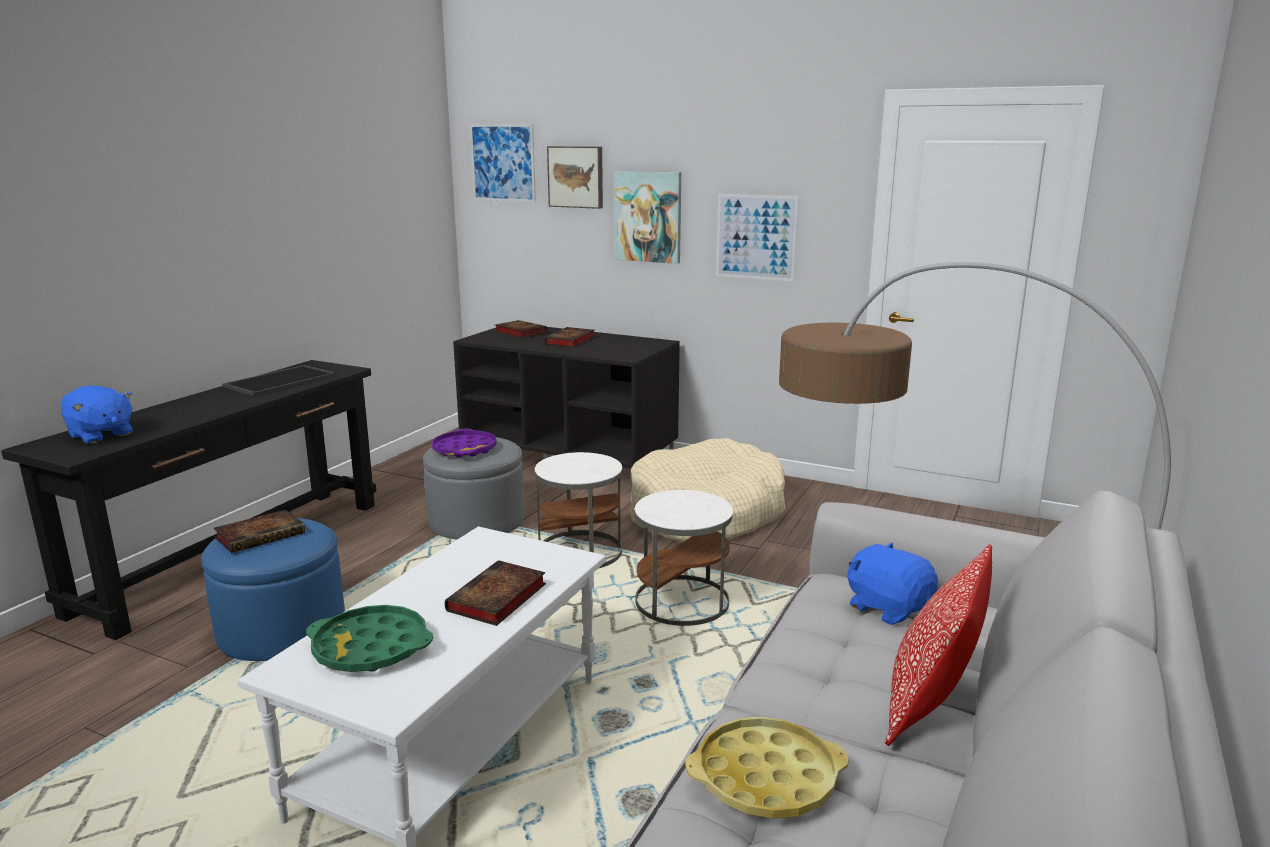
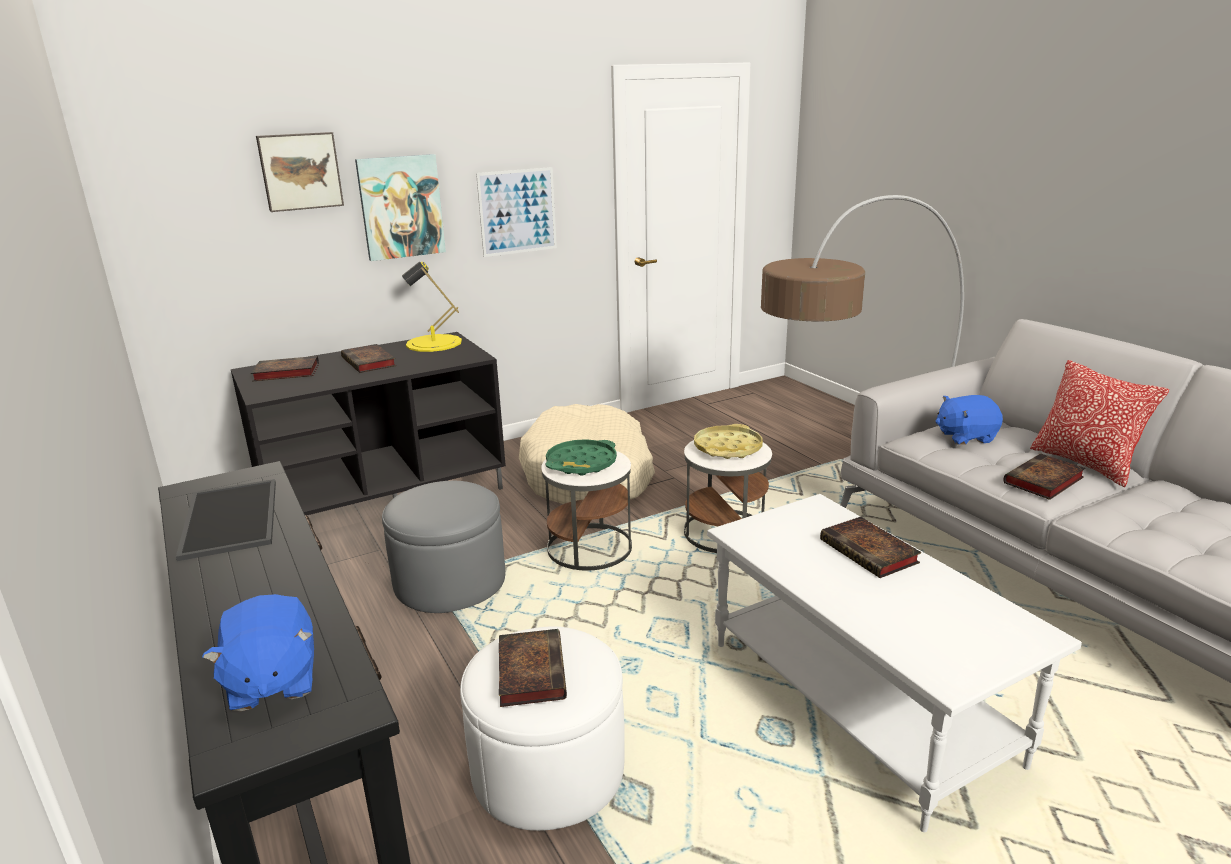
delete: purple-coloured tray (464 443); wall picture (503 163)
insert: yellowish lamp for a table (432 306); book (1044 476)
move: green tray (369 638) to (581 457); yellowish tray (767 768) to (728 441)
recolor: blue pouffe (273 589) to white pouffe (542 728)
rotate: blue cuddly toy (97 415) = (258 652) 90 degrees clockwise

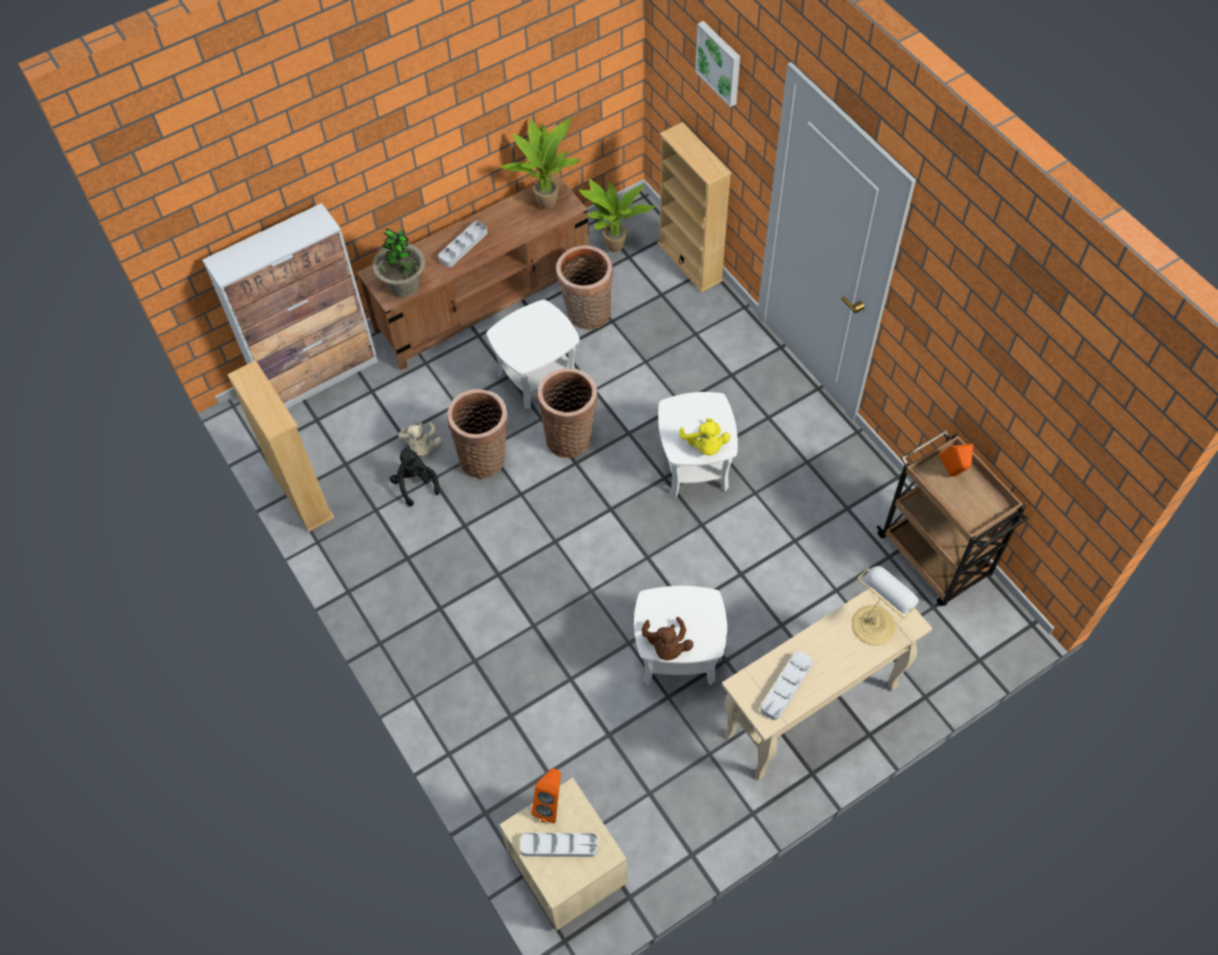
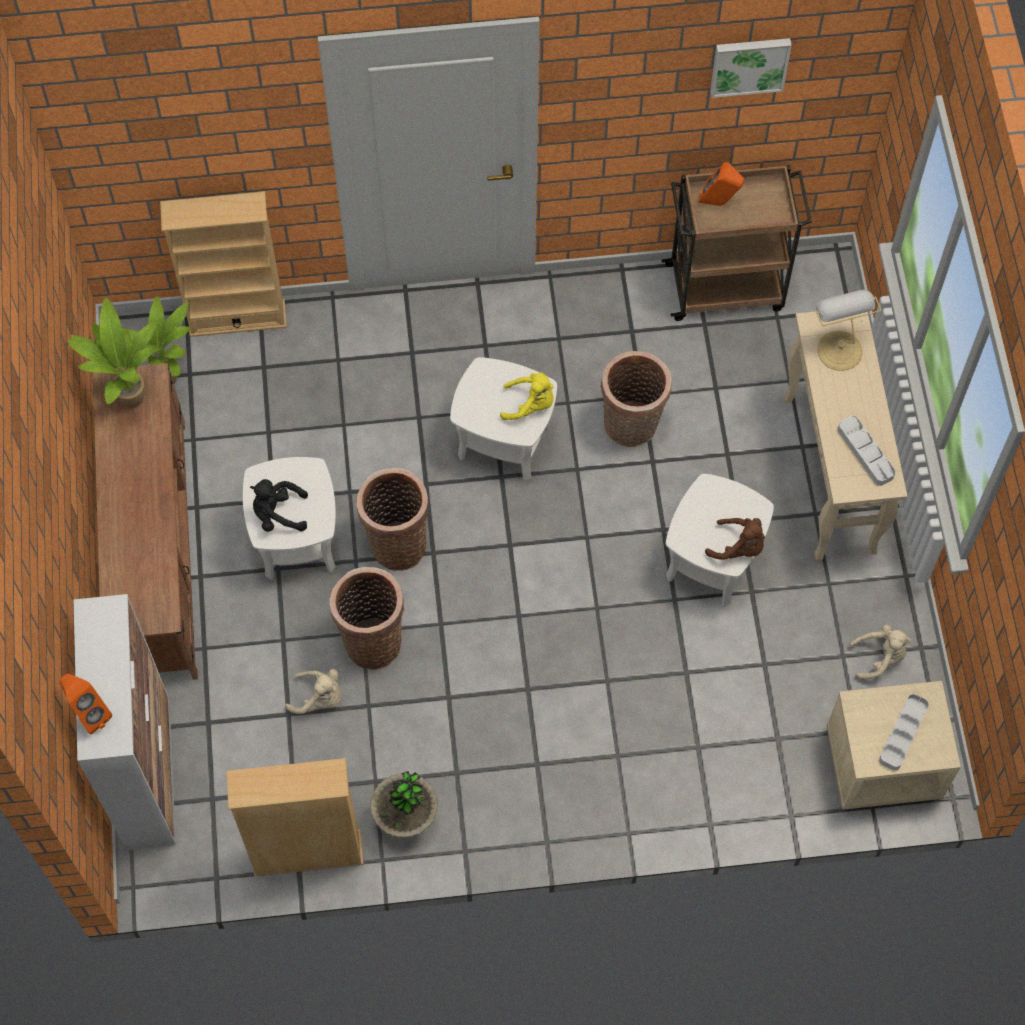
delete: greyish tray (462 244)
insert: sand-coloured cuddly toy (880 651)
move: potted plant (398 262) to (404 804); blackish cuddly toy (415 477) to (279 505); orange loudspeaker (546 795) to (86 704); household basket (584 287) to (636 399); wall picture (717 64) to (751 68)

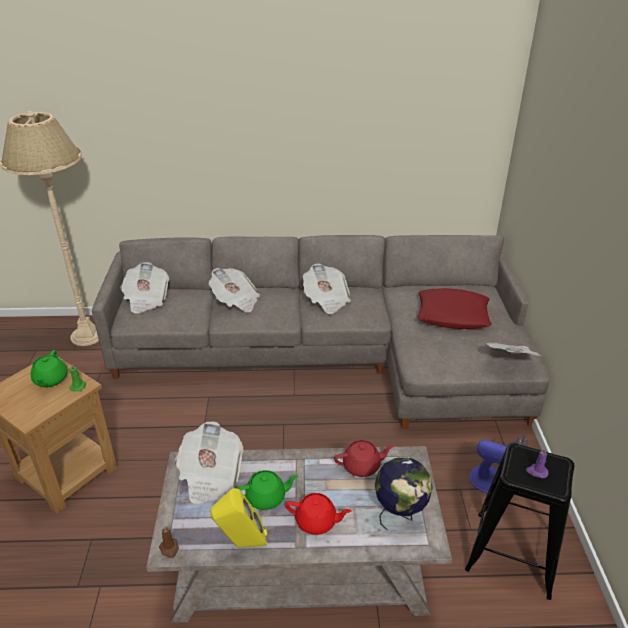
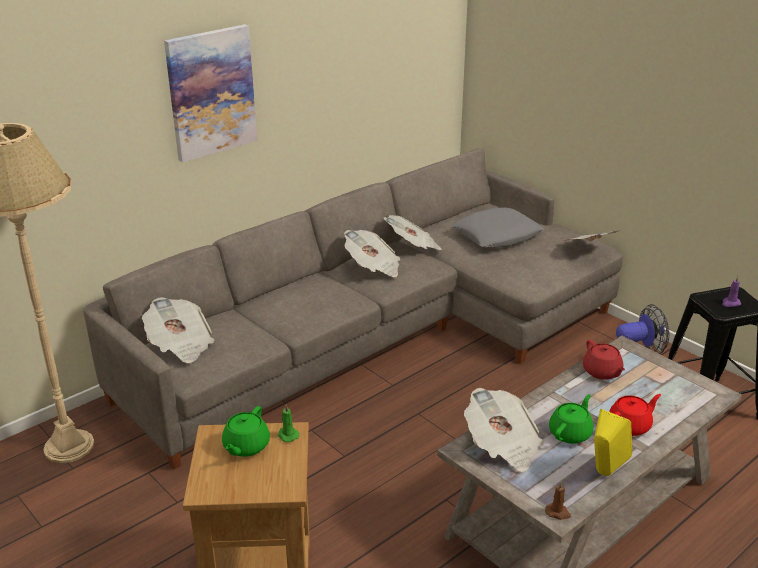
delete: globe (404 494)
insert: wall picture (210 93)
move: newspaper (234 290) to (413 232)
recolor: red-coloured throw pillow (454 308) to greyish throw pillow (497 227)
rotate: green tea pot (49 368) = (246 431) 60 degrees clockwise; red-coloured tea pot (364 458) = (604 360) 120 degrees clockwise

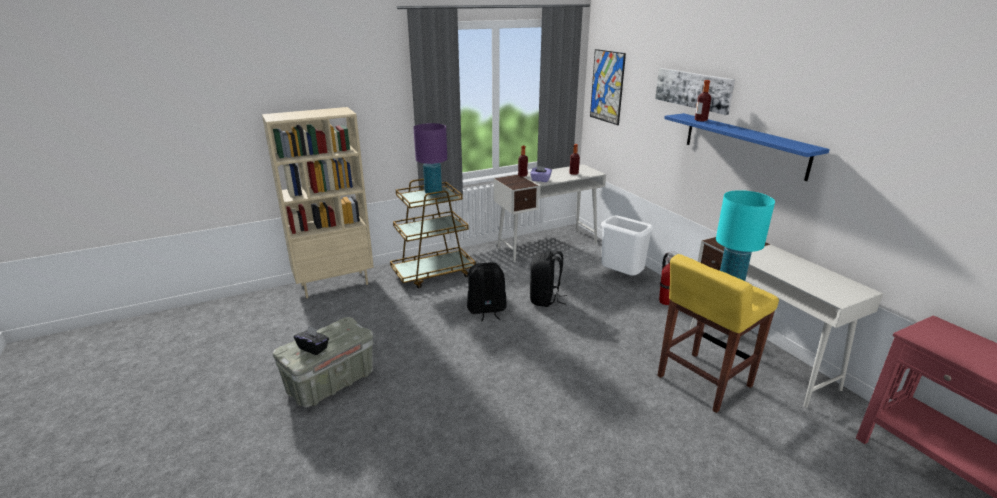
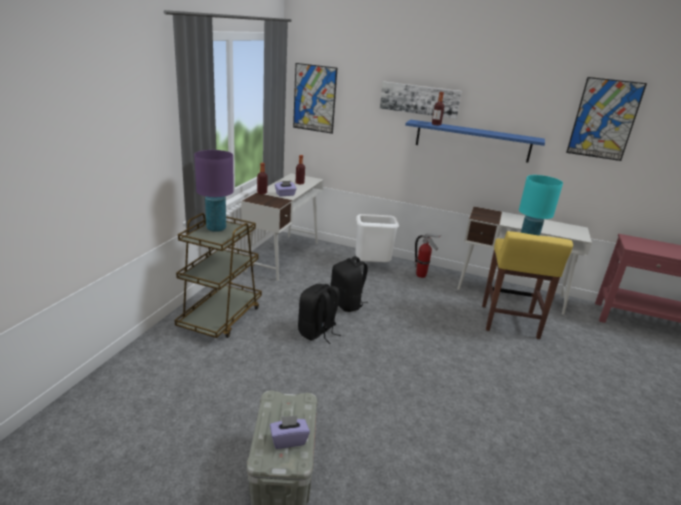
delete: sand-coloured bookshelf (318 202)
insert: wall picture (606 119)
recolor: blackish box of tissues (311 340) to purple-coloured box of tissues (290 432)

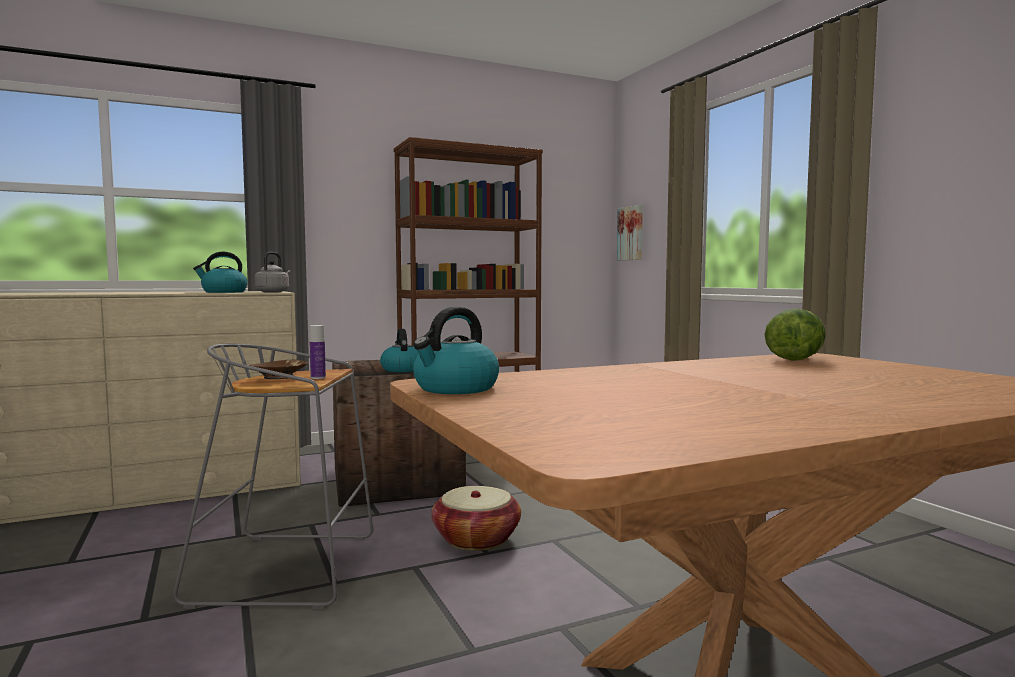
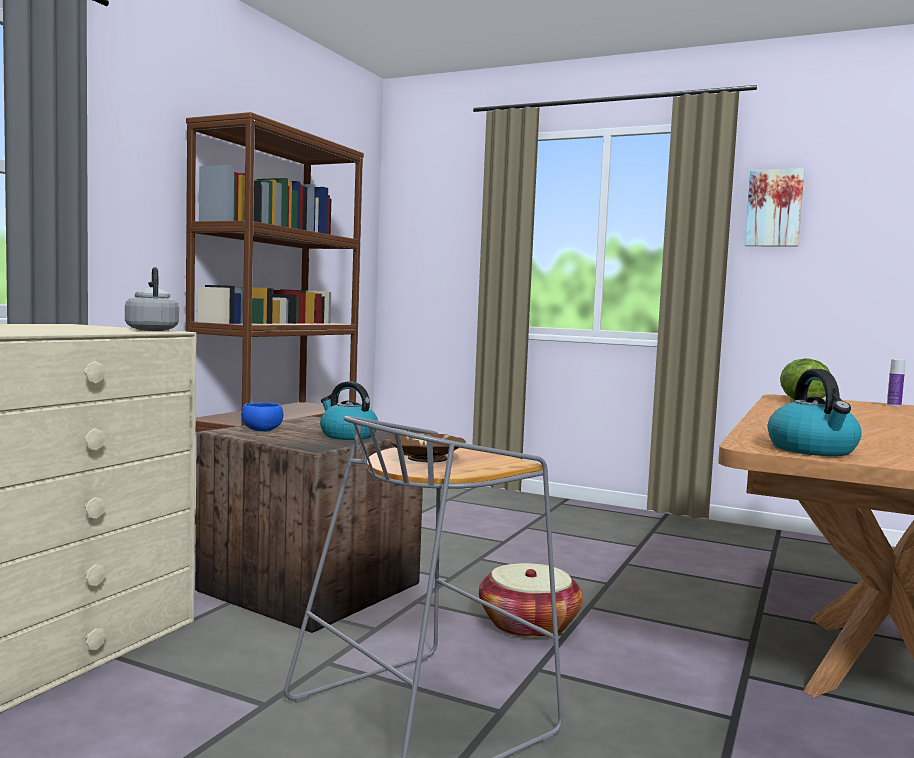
delete: water kettle (220 272)
insert: blue bowl (262 417)
move: bottle (317 352) to (896 383); wall picture (630 233) to (774 207)

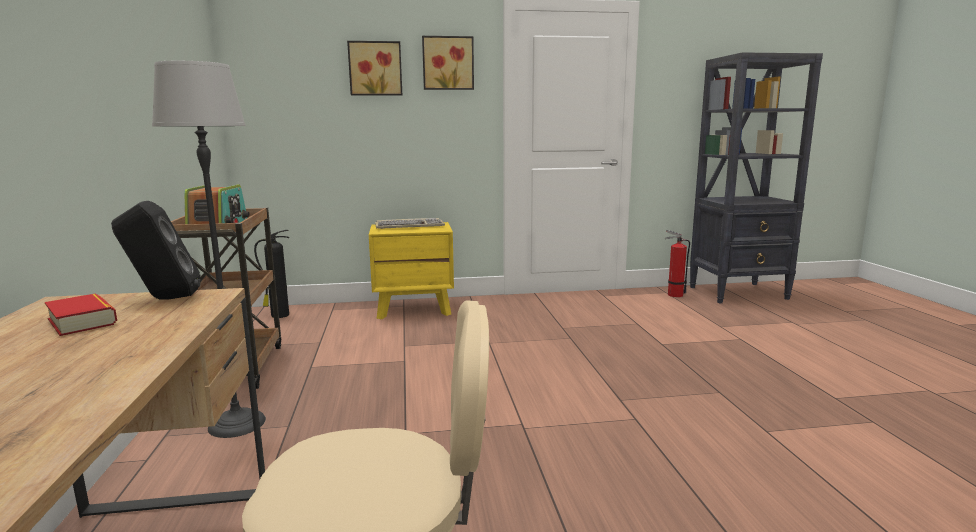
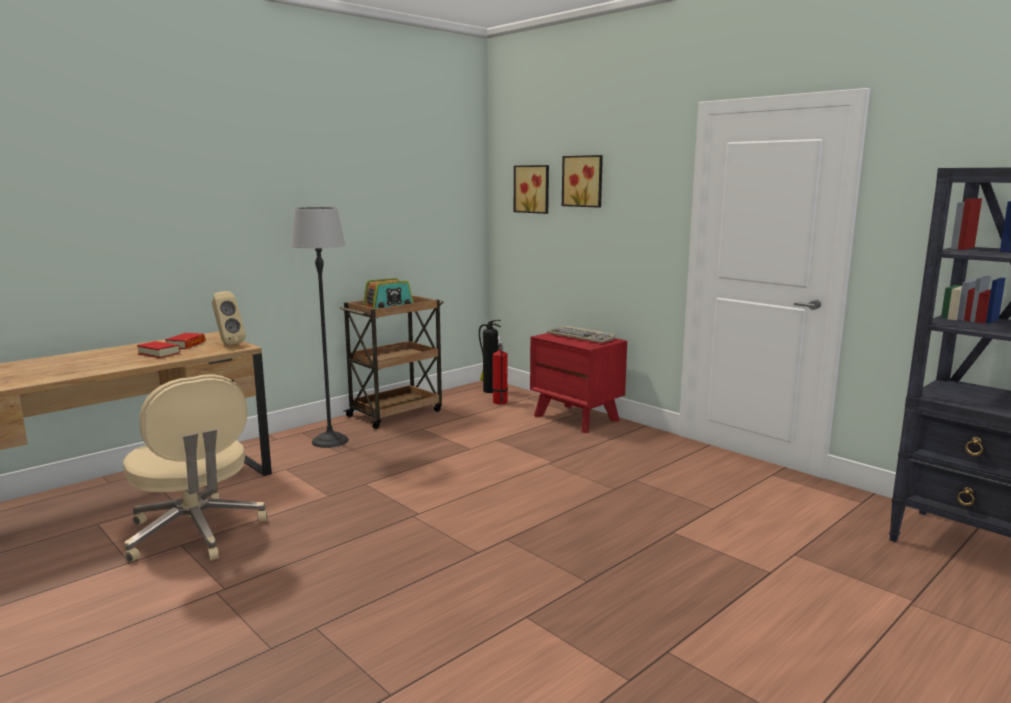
insert: book (158 349)
move: wall picture (448 63) to (531 189); fire extinguisher (677 263) to (500 370)
recolor: blackish loudspeaker (156 250) to sand-coloured loudspeaker (229 318); yellowish nightstand (411 270) to red-coloured nightstand (578 383)

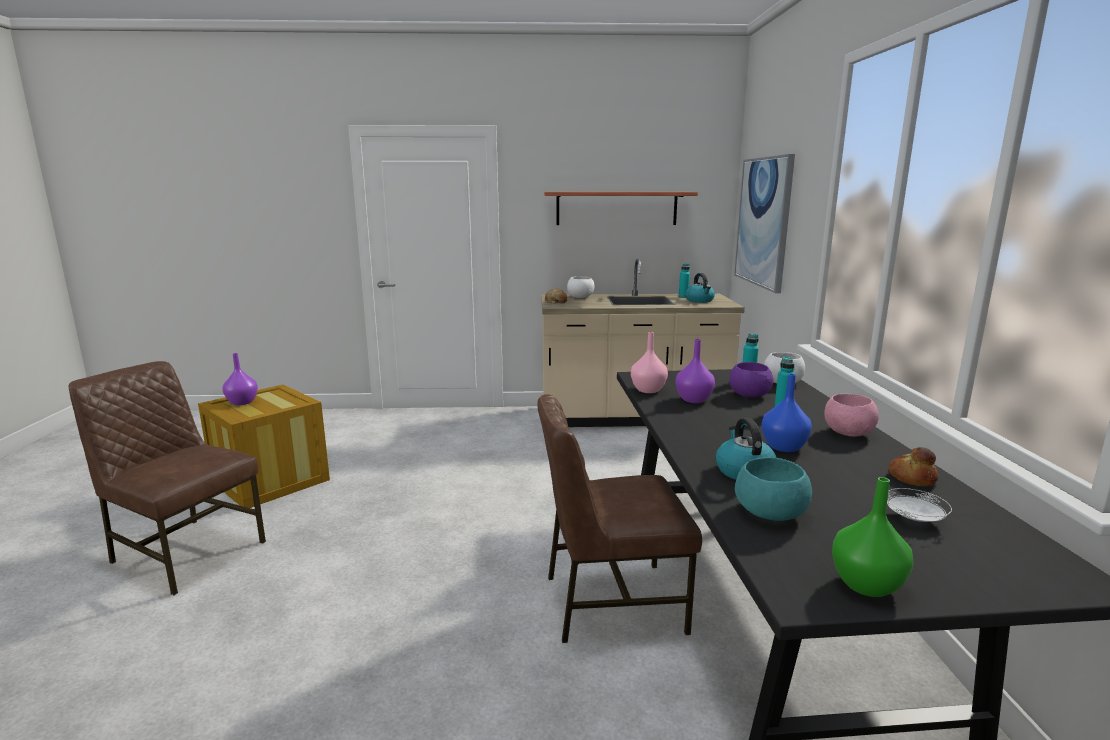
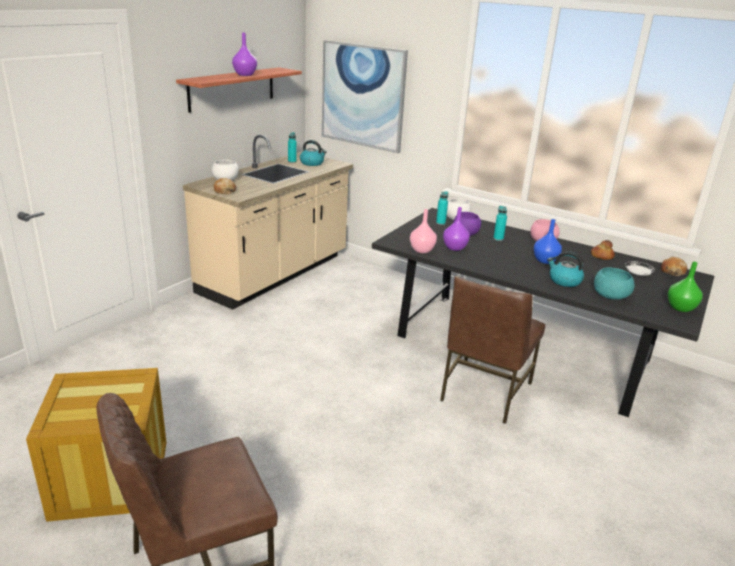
insert: bread (674 266)
move: purple-coloured vase (240 379) to (244 54)

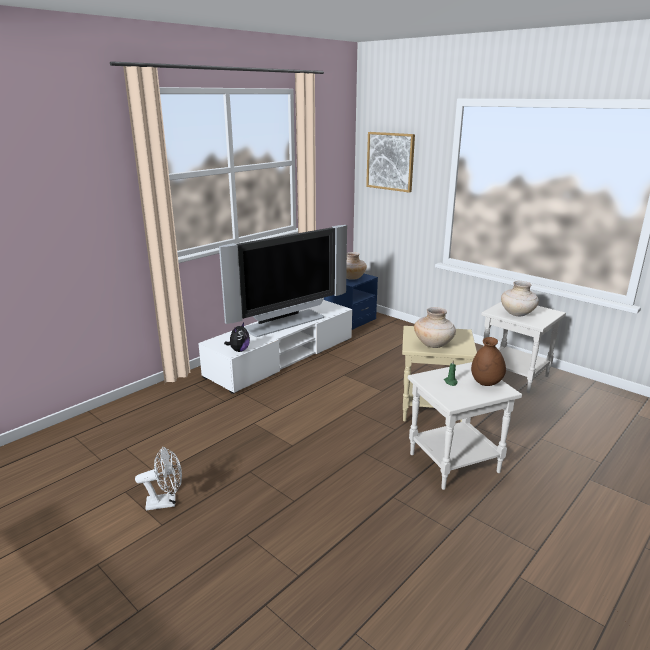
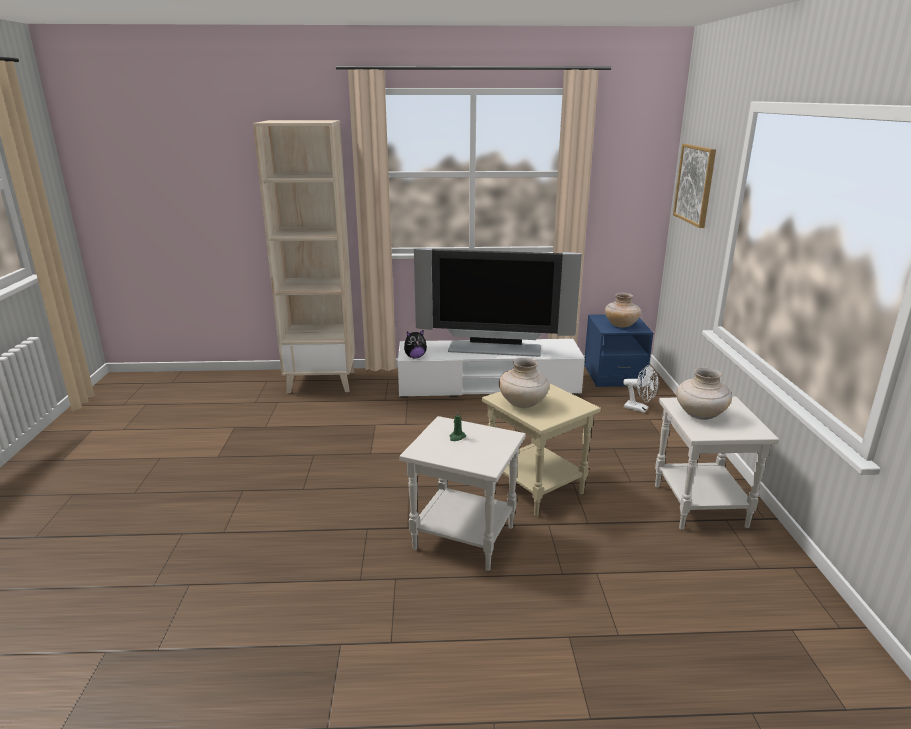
delete: brownish vase (488 361)
insert: sand-coloured bookshelf (304 256)
move: white fan (158 478) to (640 389)

